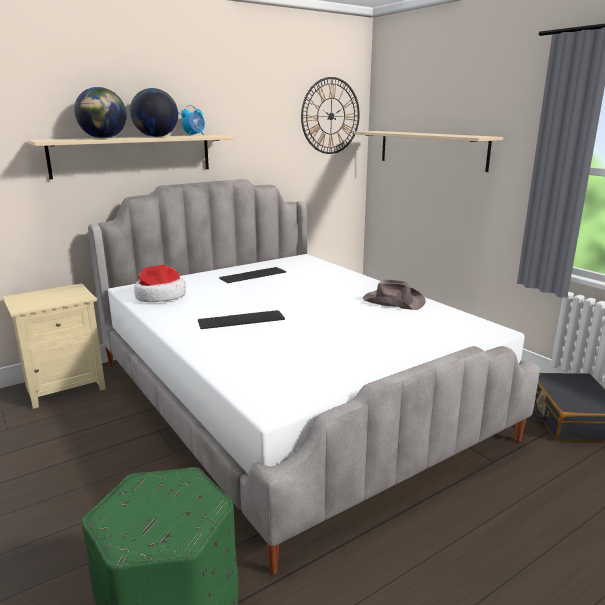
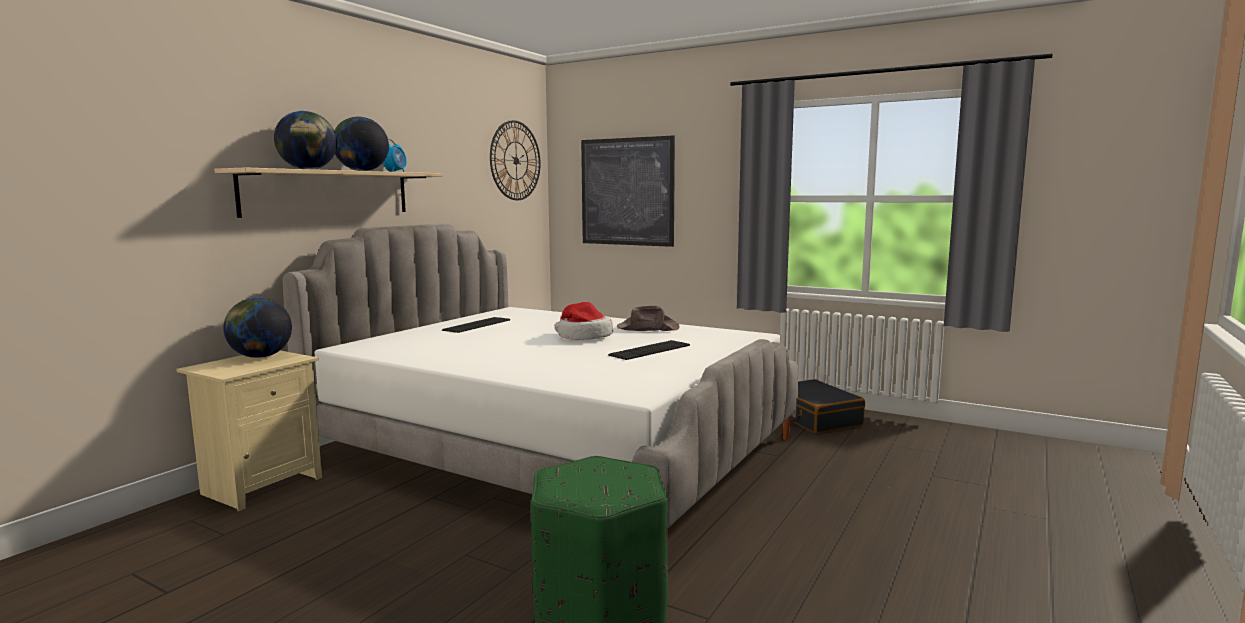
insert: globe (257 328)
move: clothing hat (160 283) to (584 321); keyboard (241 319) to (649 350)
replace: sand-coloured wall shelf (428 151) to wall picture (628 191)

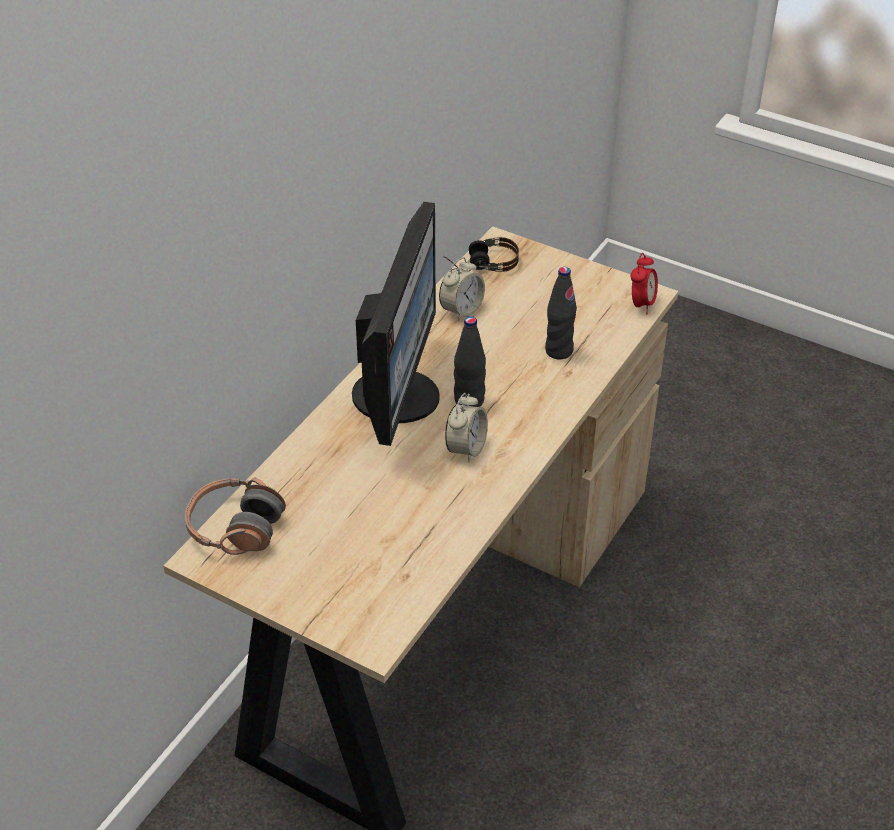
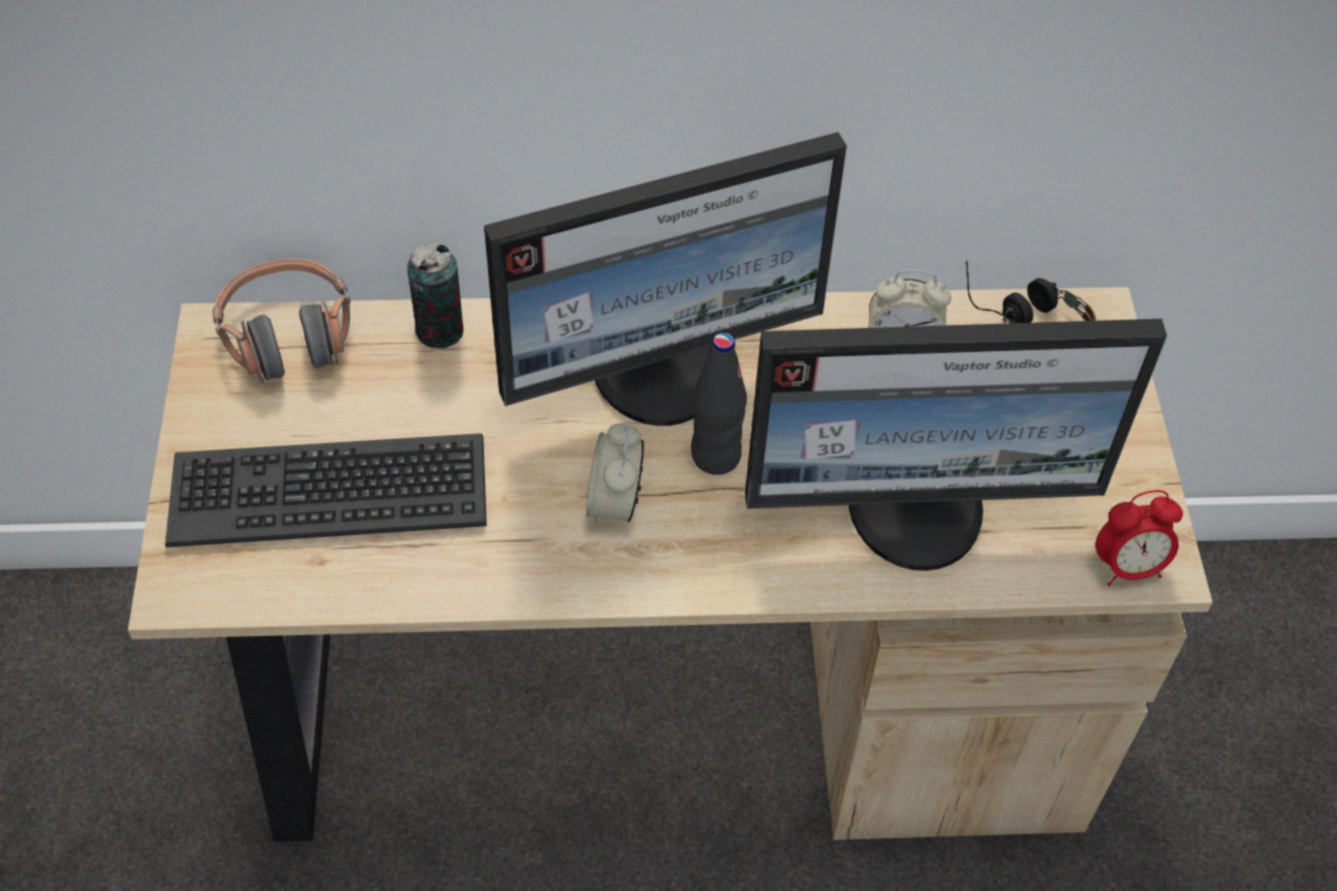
insert: keyboard (326 490); sealed can (435 296)
replace: blackish bottle (561 313) to computer screen (956 445)
rotate: table clock (466 427) = (615 474) 105 degrees clockwise

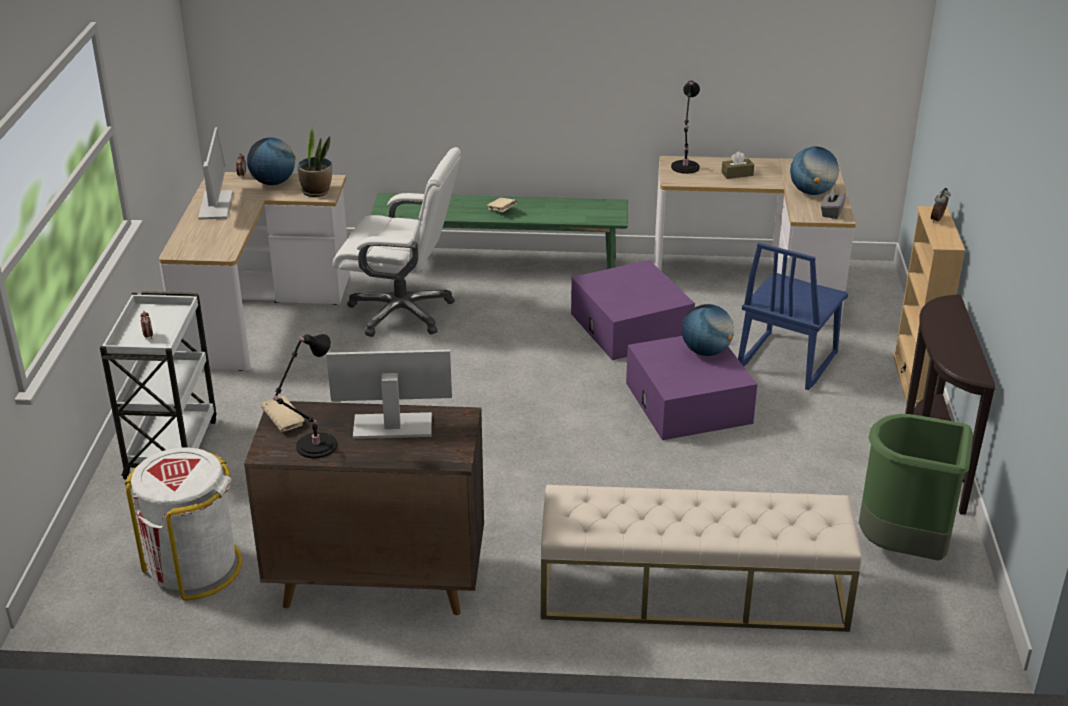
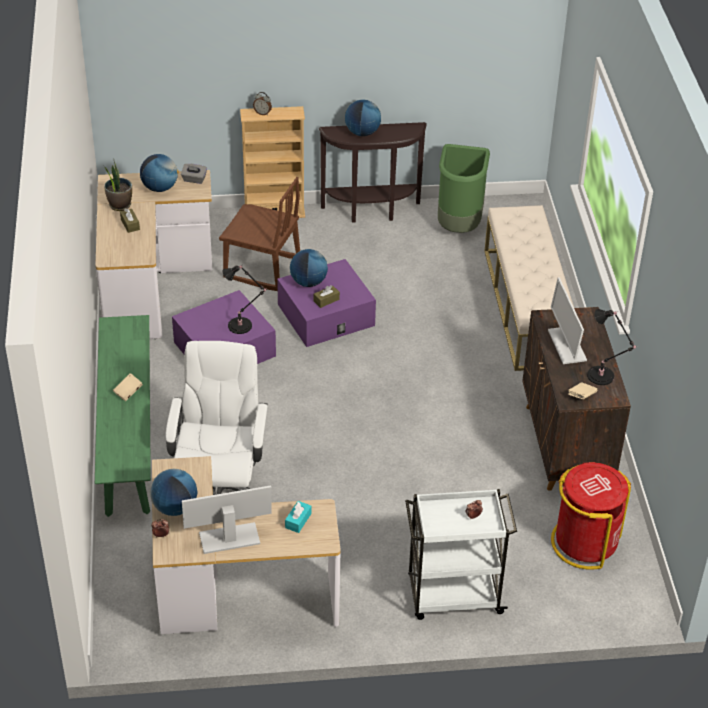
insert: turquoise box of tissues (298 517); brownish box of tissues (327 296); globe (363 118)
move: potted plant (315 162) to (118 184); blackish lamp for a table (685 127) to (244 299)
recolor: white rubbish bin (183 523) to red-coloured rubbish bin (591 516); blue plain chair (793 316) to brownish plain chair (259 234)

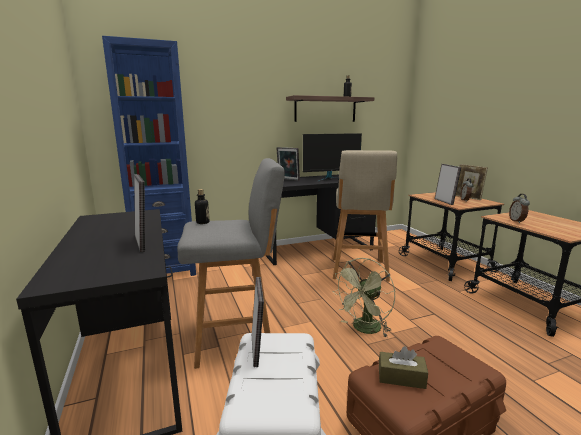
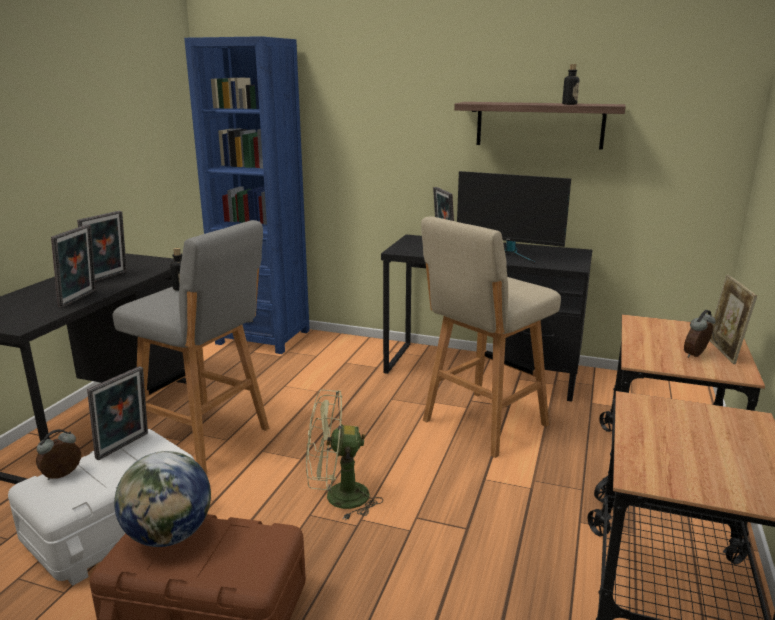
move: standing frame (448 184) to (102 246); table clock (519 208) to (58 454)
replace: brownish box of tissues (403 367) to globe (162 499)

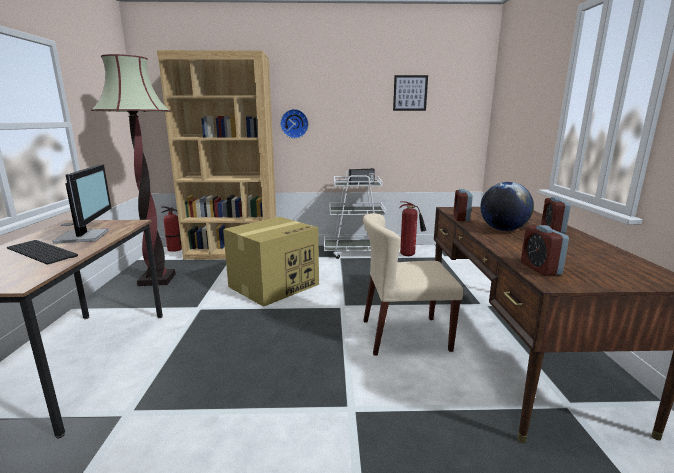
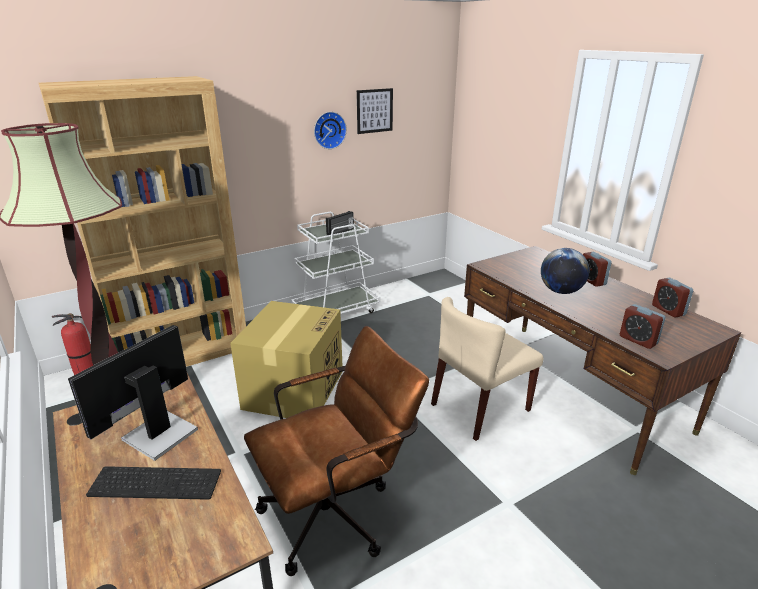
delete: fire extinguisher (412 228)
insert: brownish office chair (336 451)
move: wall clock (294 123) to (330 130); table clock (463 205) to (672 297)
rotate: computer screen (81 204) = (133 393) 105 degrees counterclockwise

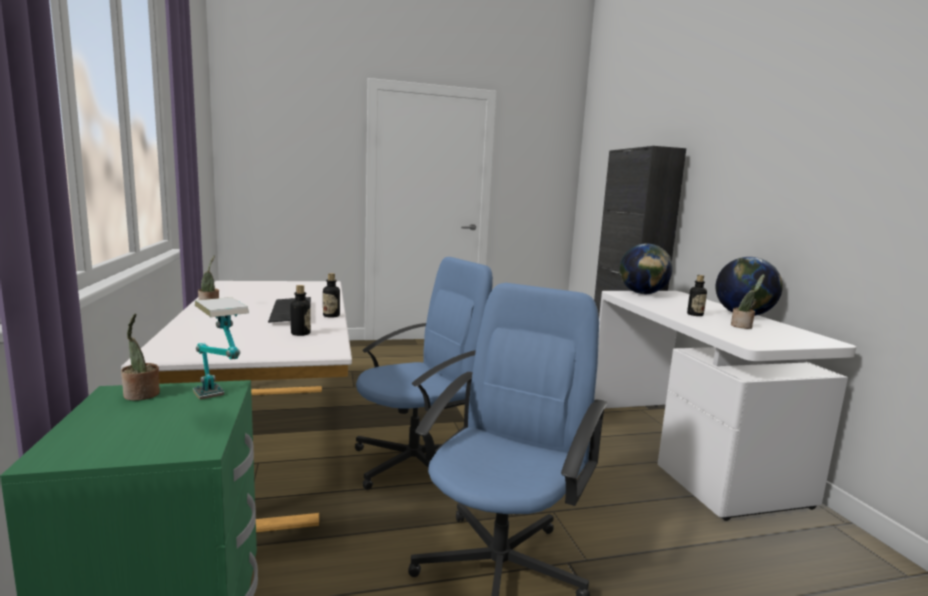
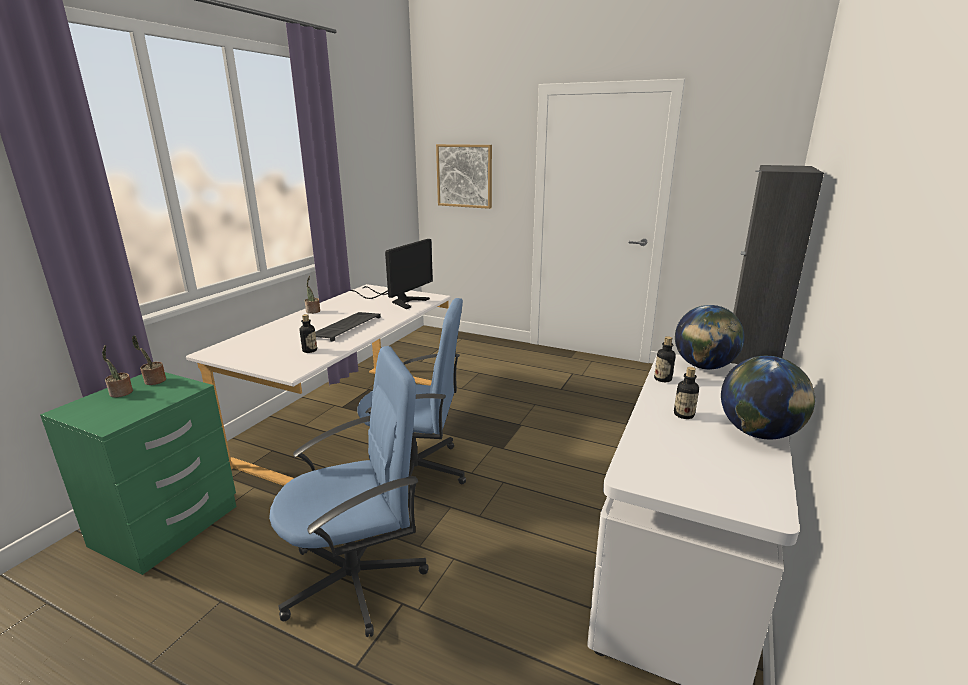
delete: lamp for a table (221 348)
insert: computer screen (391 274); wall picture (464 176)
move: bottle (331 295) to (665 359); potted plant (748 301) to (117 371)

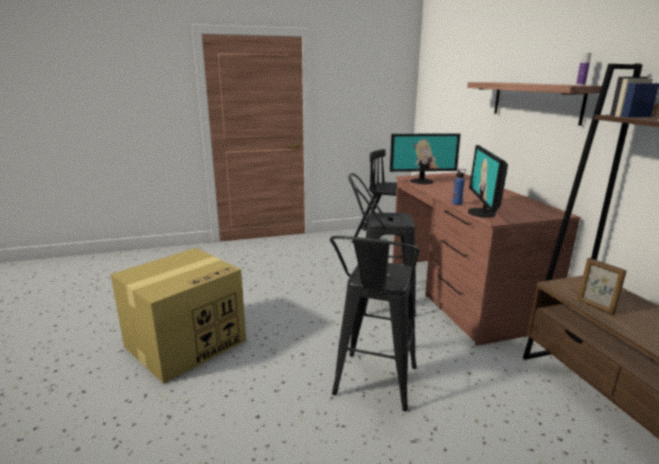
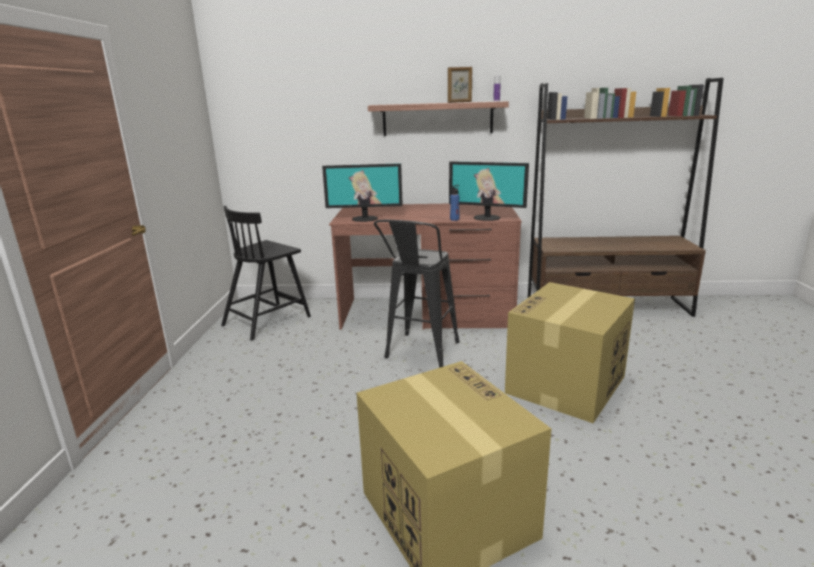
move: standing frame (602 286) to (460 85)
replace: blackish stool seat (374 323) to carton (570 352)
rotate: computer screen (425 158) = (362 192) 75 degrees clockwise

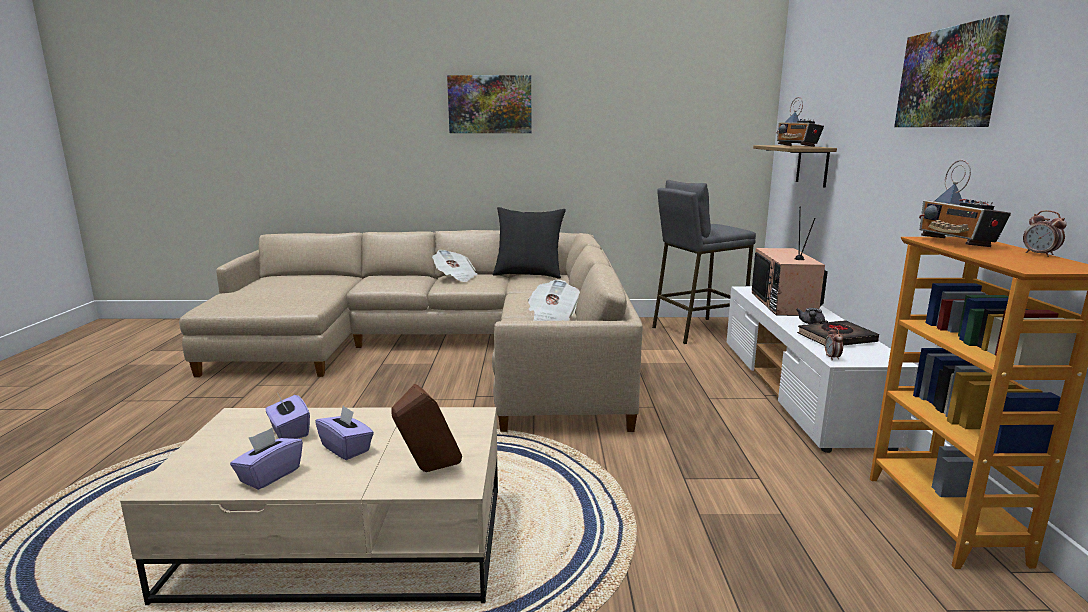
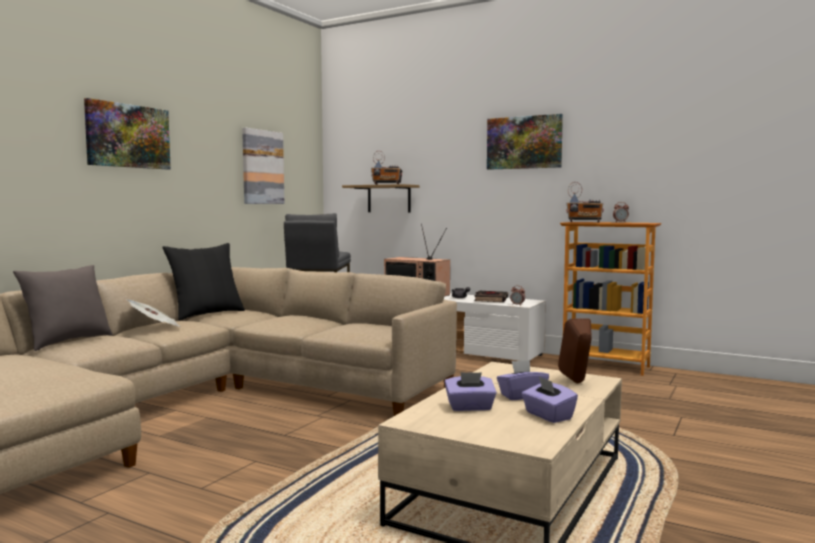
delete: newspaper (554 300)
insert: greyish throw pillow (63 308); wall picture (263 166)

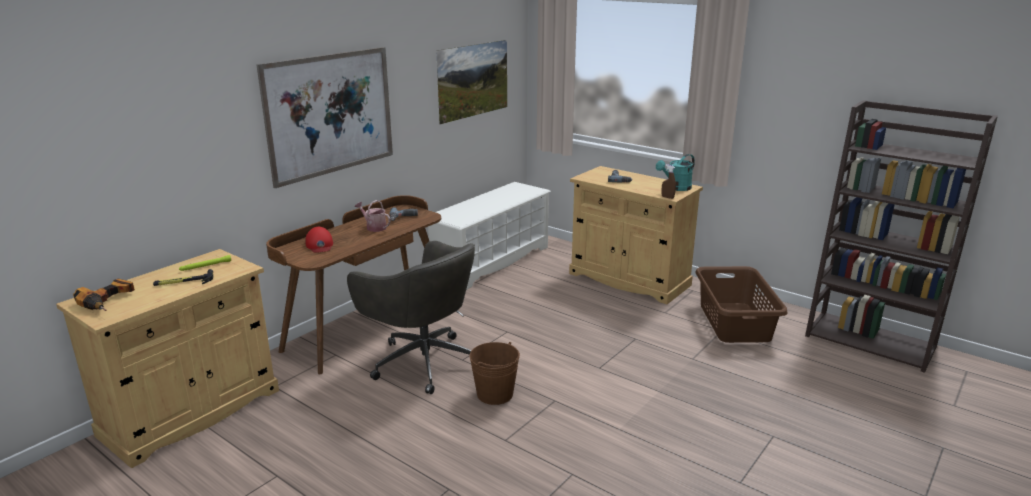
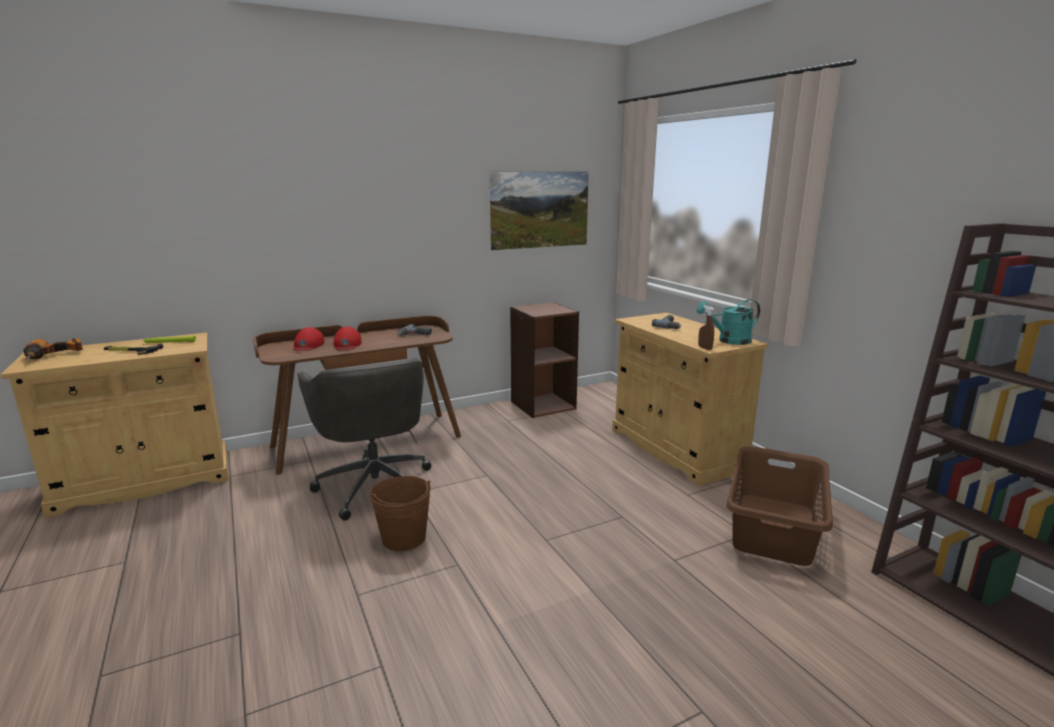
delete: wall picture (324 117); watering pot (373 216)
insert: red-coloured cap (348 338)
replace: white shoe shelf (489 236) to brownish bookshelf (544 360)

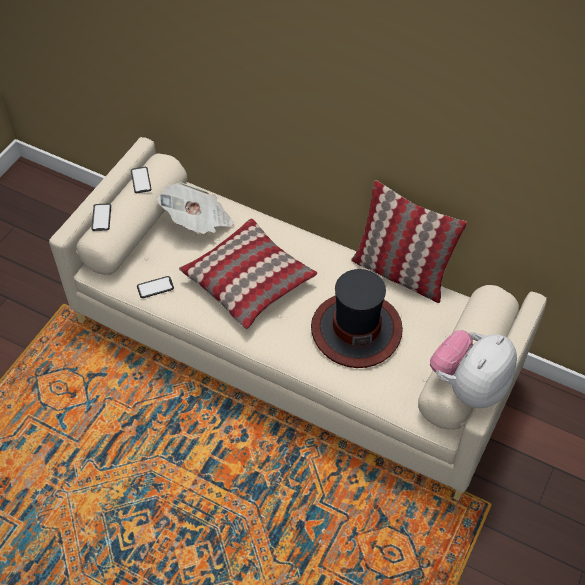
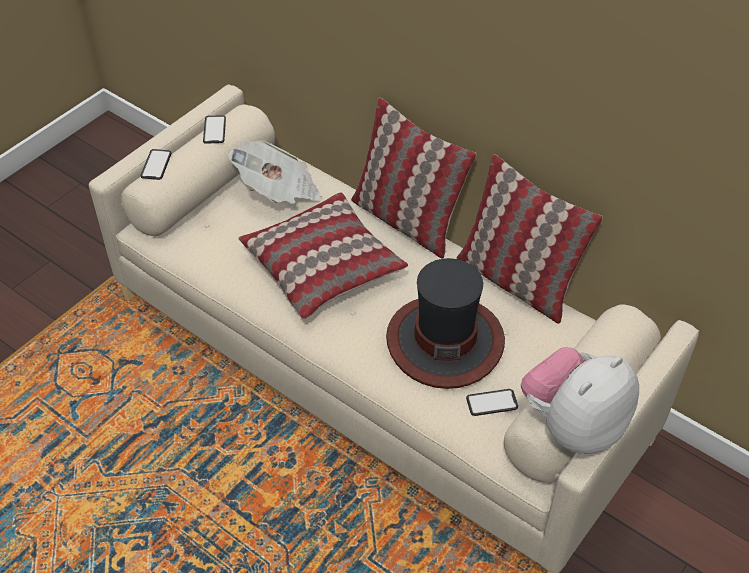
insert: throw pillow (413 178)
move: handset (155 287) to (492 402)

